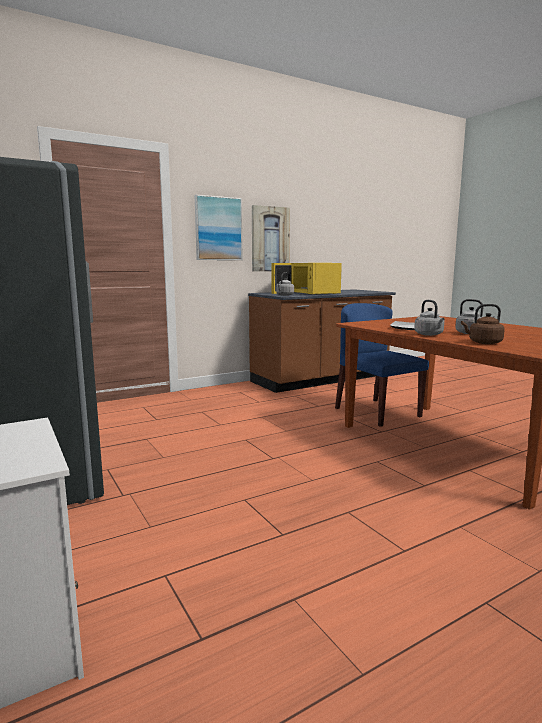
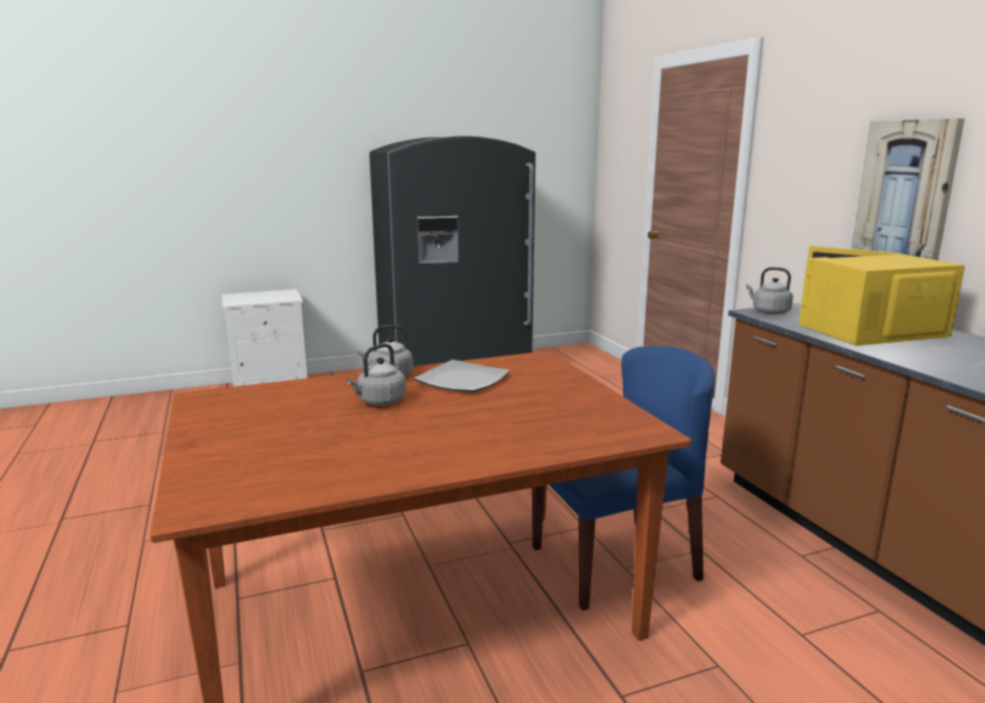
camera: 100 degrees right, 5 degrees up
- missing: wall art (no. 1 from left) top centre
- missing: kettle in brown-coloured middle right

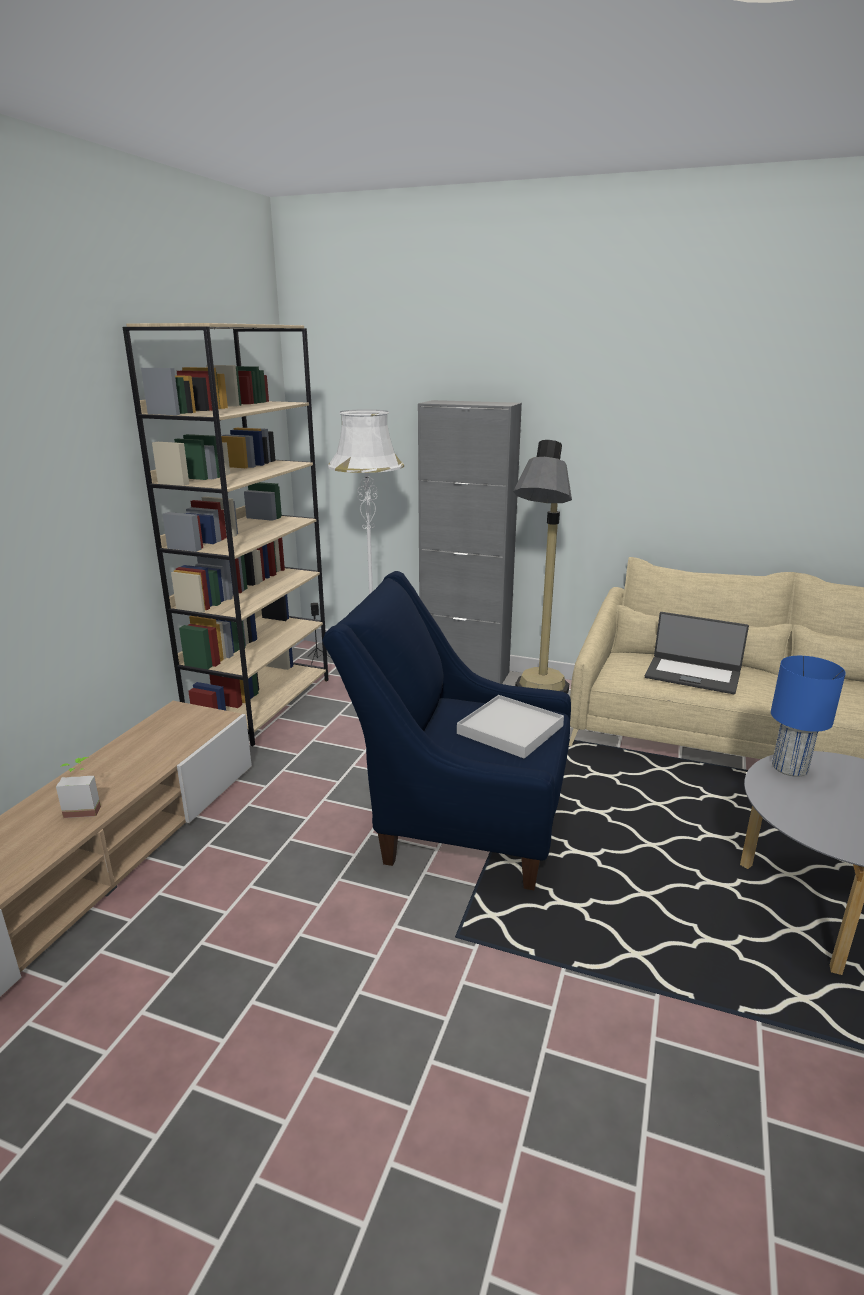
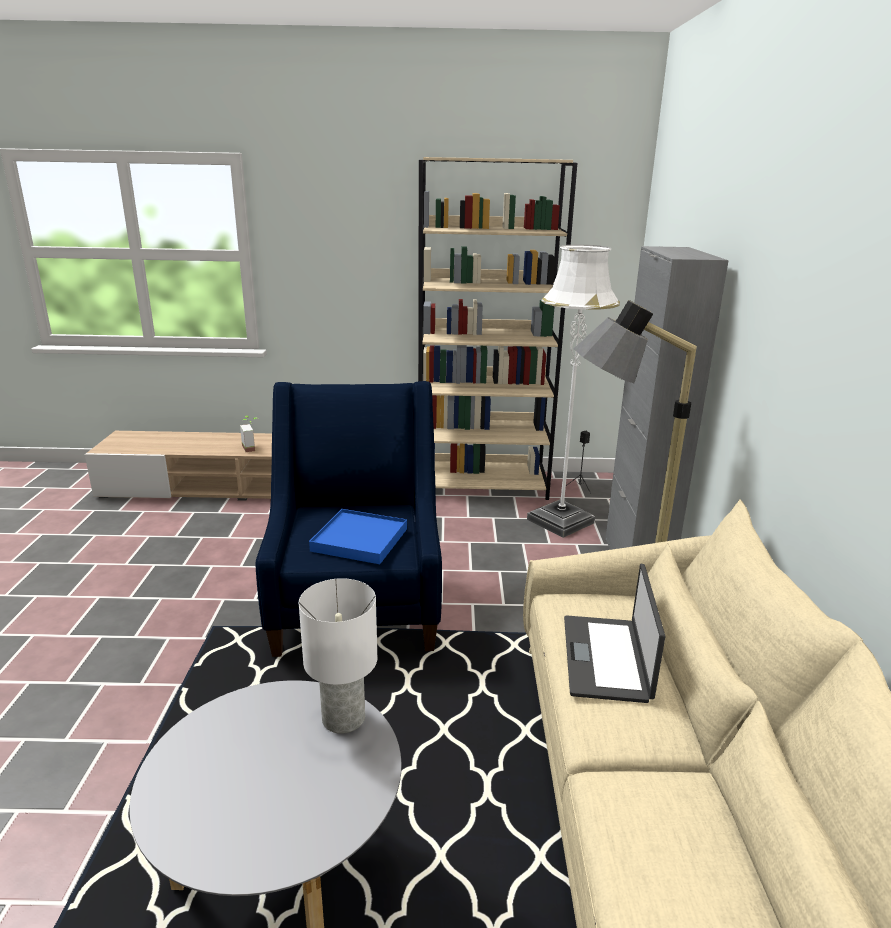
camera: 70 degrees right, 0 degrees up
- colour: carrying tray in white centre to carrying tray in blue-coloured centre
- colour: table lamp in blue-coloured middle right to table lamp in white bottom centre

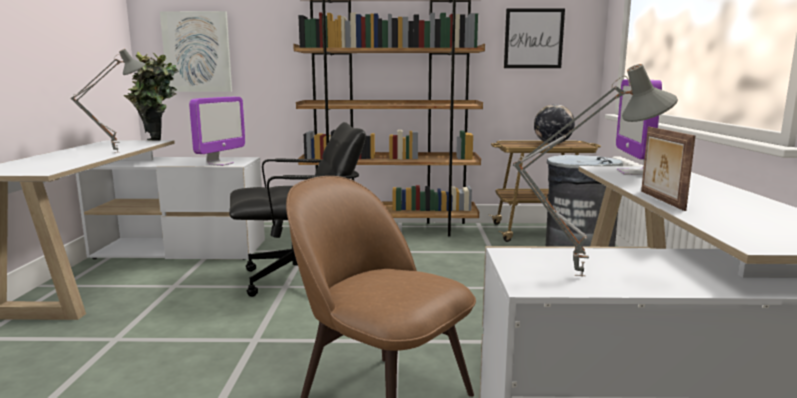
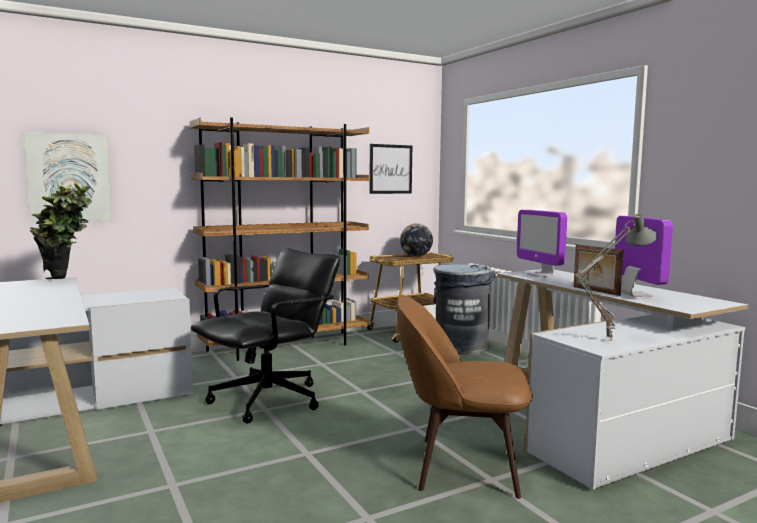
camera: 30 degrees left, 5 degrees down
- missing: table lamp in greyish (no. 1 from left) top left
- relocated: computer display (no. 1 from left in the first image) top left to computer display (no. 2 from left) middle right

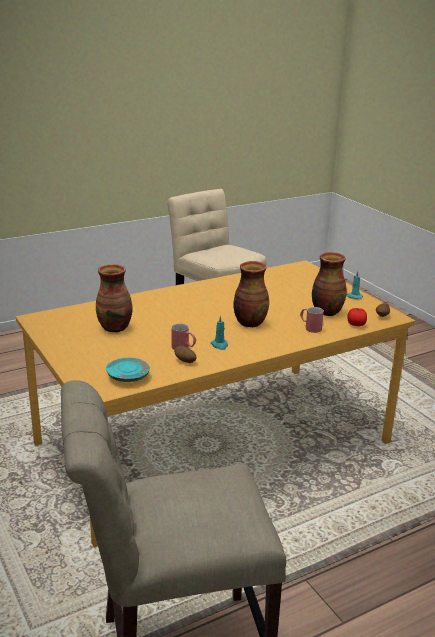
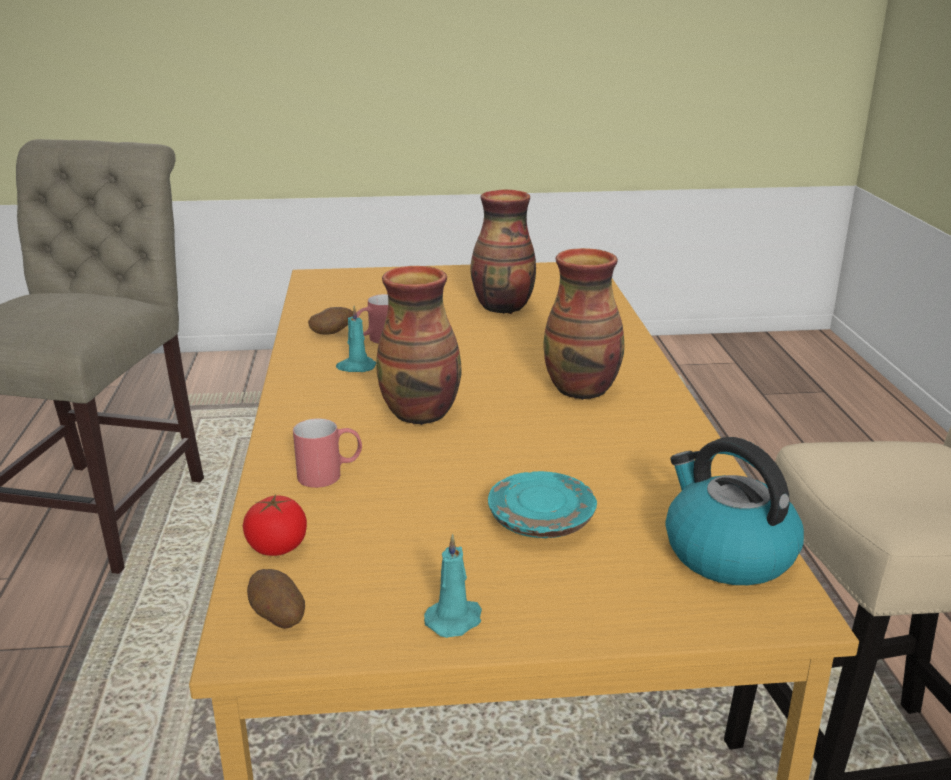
camera: 115 degrees right, 0 degrees up
- relocated: flat dish in turquoise-coloured middle left to centre
- relocated: vase (no. 3 from left) middle right to centre
- appeared: kettle middle right

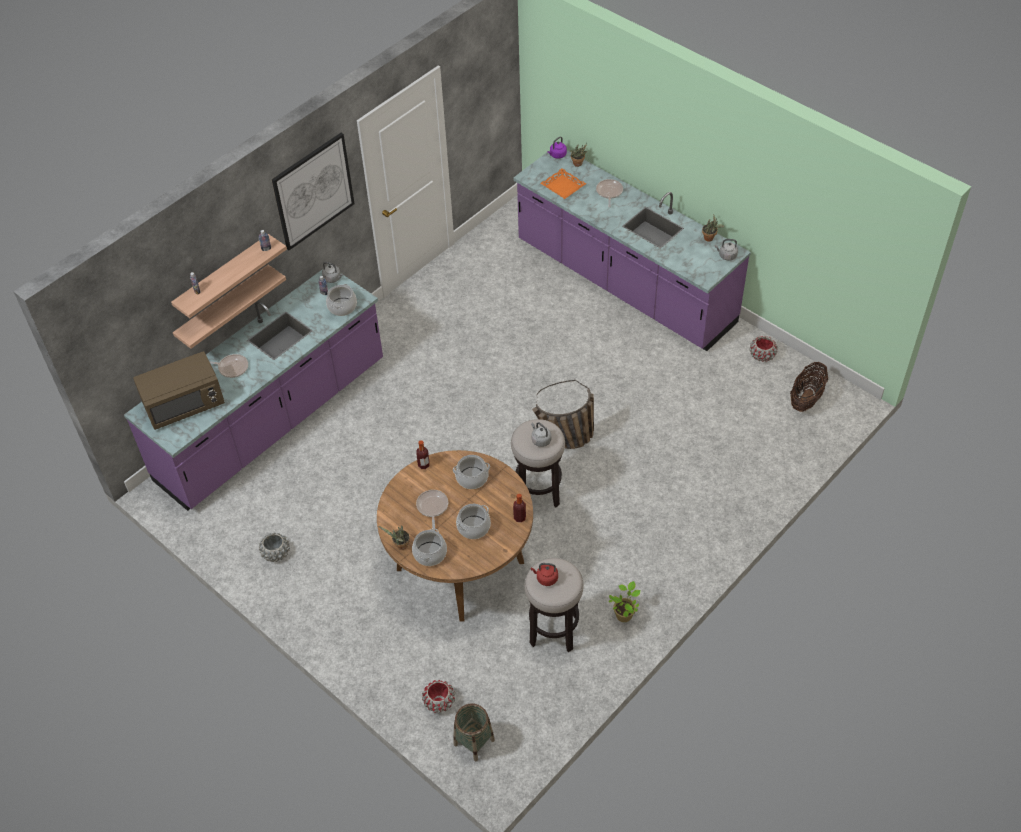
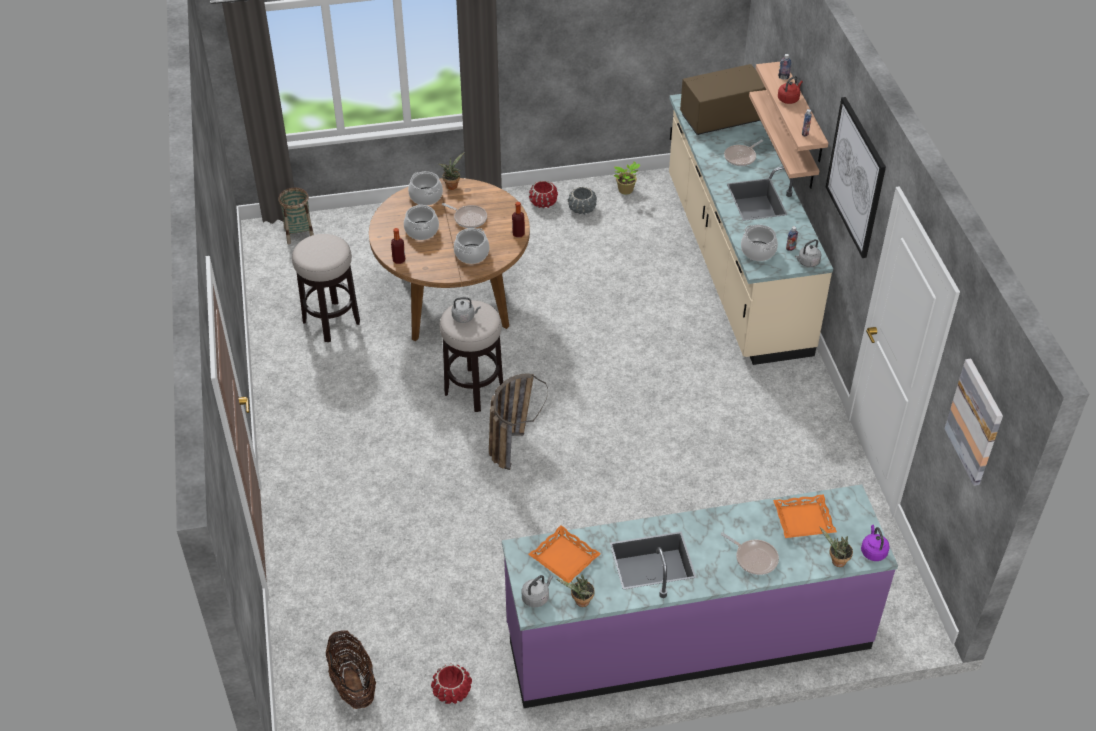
camera: 125 degrees right, 5 degrees down
- colour: kitchen counter in purple (no. 1 from left) middle left to kitchen counter in beige-coloured top right
- spun: kitchen microwave in brown-coloured middle left = top centre 60 degrees clockwise
- relocated: plant pot in reddish (no. 1 from left in the first image) bottom centre to plant pot in reddish (no. 2 from left) top centre
- relocated: kettle in reddish bottom centre to top right
- relocated: houseplant (no. 3 from left) bottom centre to top centre
- appeared: carrying tray in orangey (no. 1 from left) bottom centre
- appeared: wall art (no. 2 from left) middle right

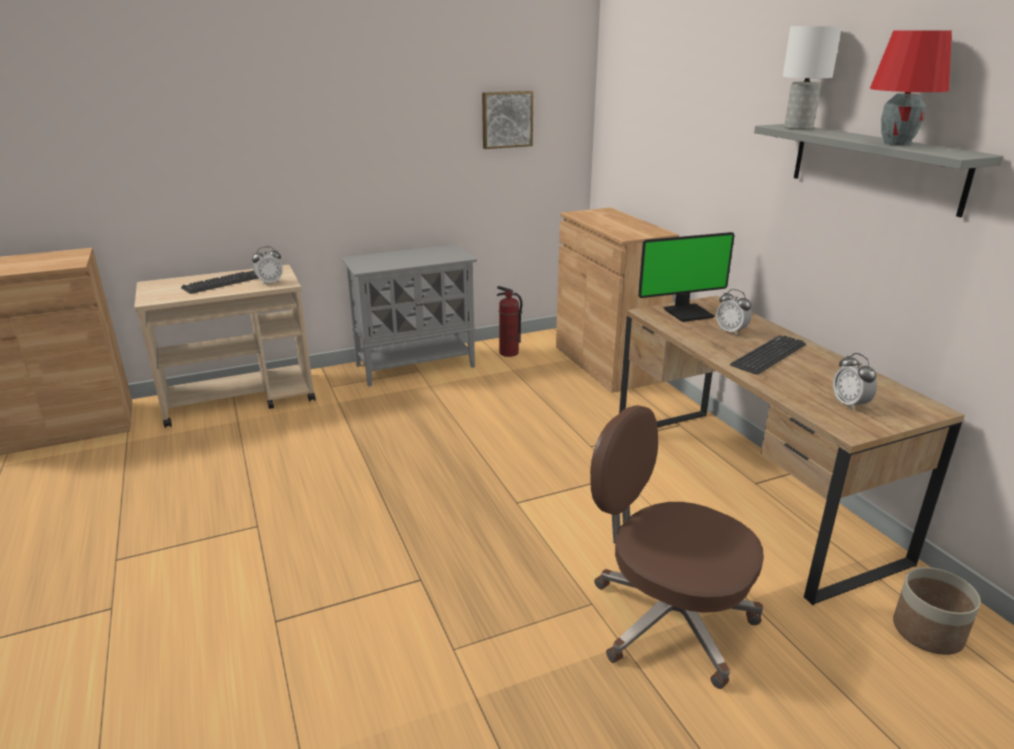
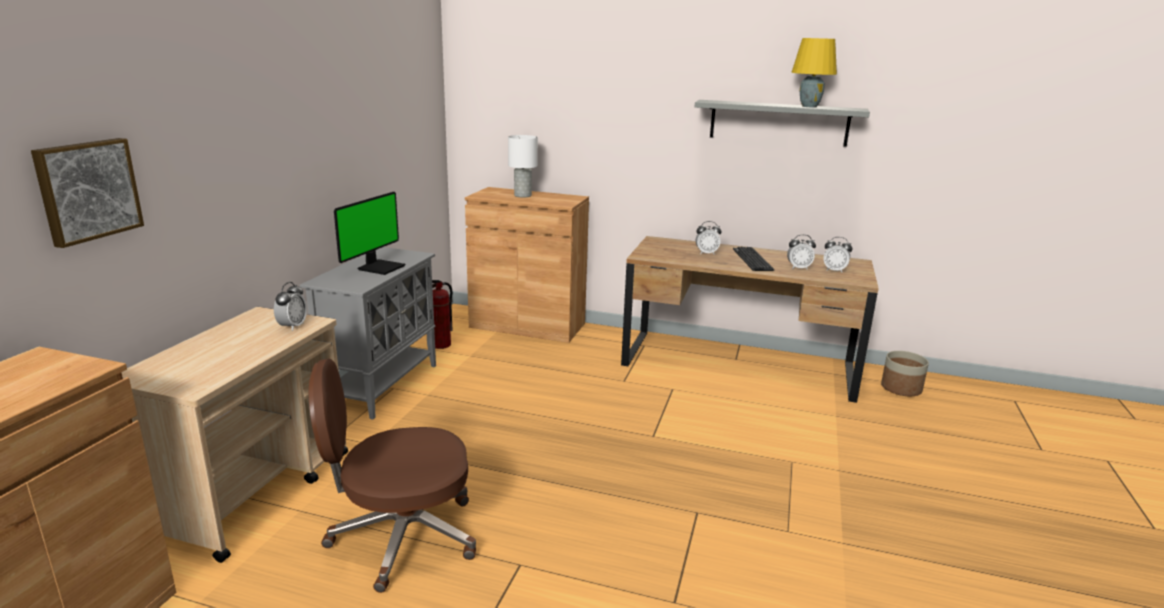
camera: 50 degrees left, 5 degrees down
- missing: keyboard (no. 1 from left) middle left
- relocated: wall art top centre to top left
- relocated: office chair in brown-coloured bottom right to bottom centre
- relocated: computer display middle right to middle left
- relocated: table lamp in white top right to top centre
- colour: table lamp in reddish top right to table lamp in yellowish top right
- appeared: bedside clock (no. 3 from left) middle right

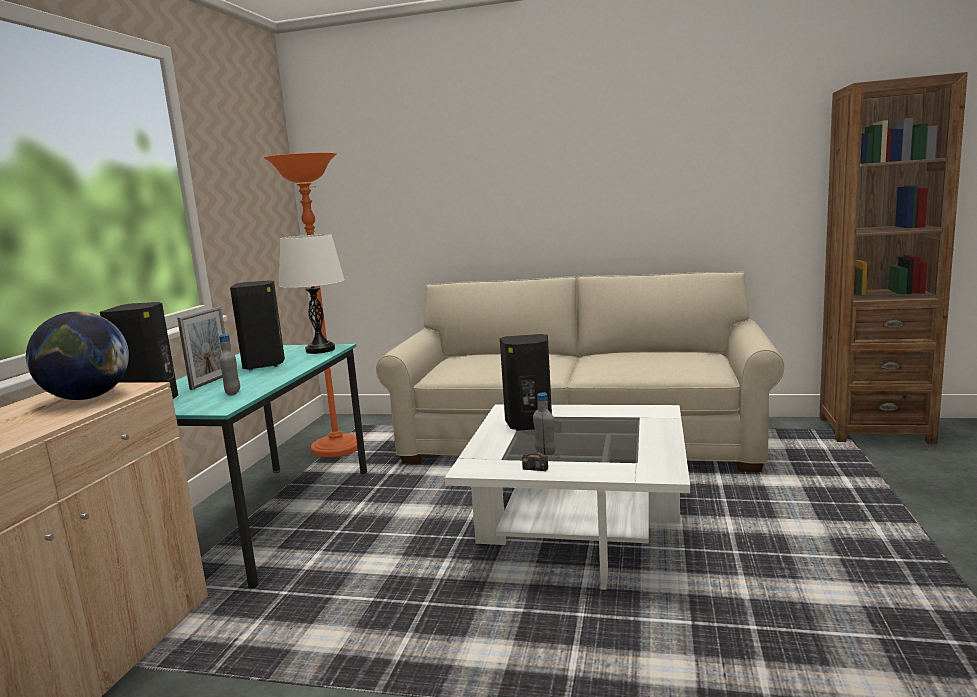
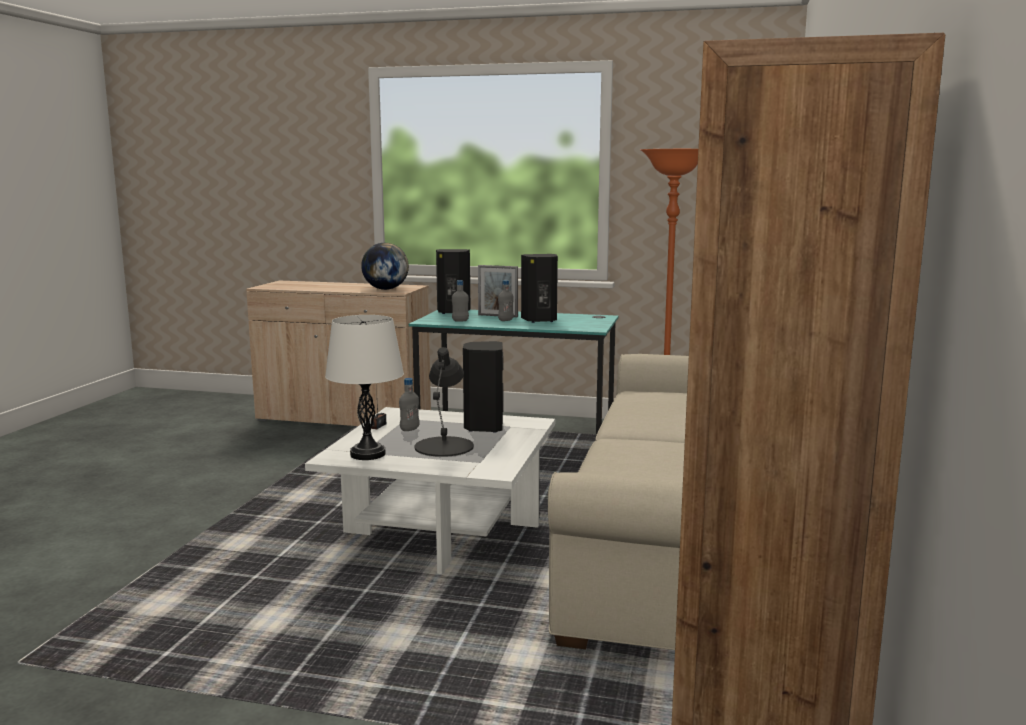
camera: 90 degrees right, 0 degrees up
- relocated: table lamp in white middle left to centre
- appeared: table lamp in blackish centre
- appeared: bottle in greyish (no. 3 from left) centre

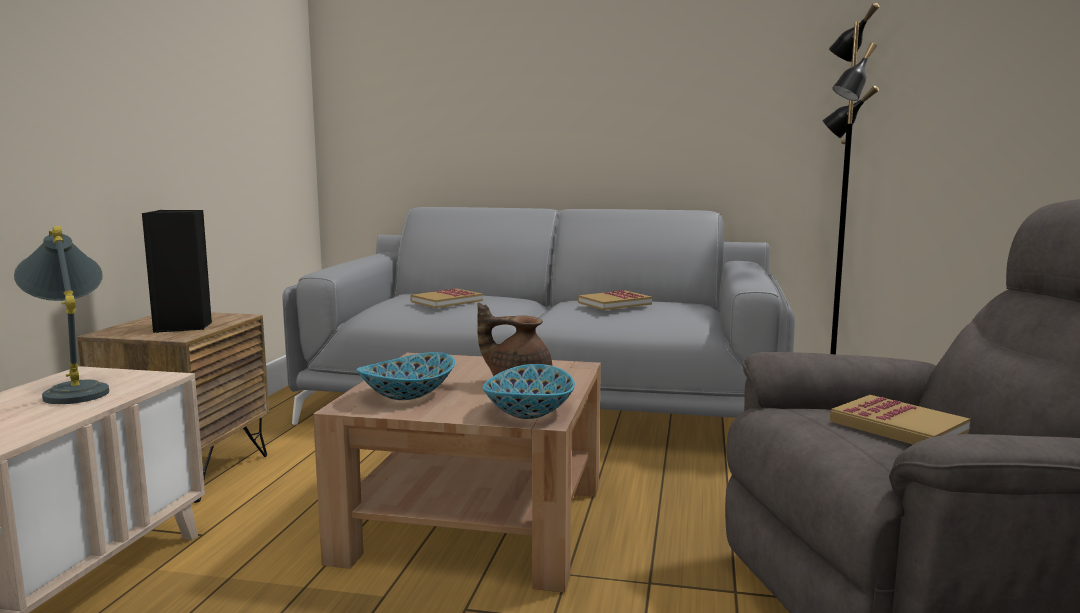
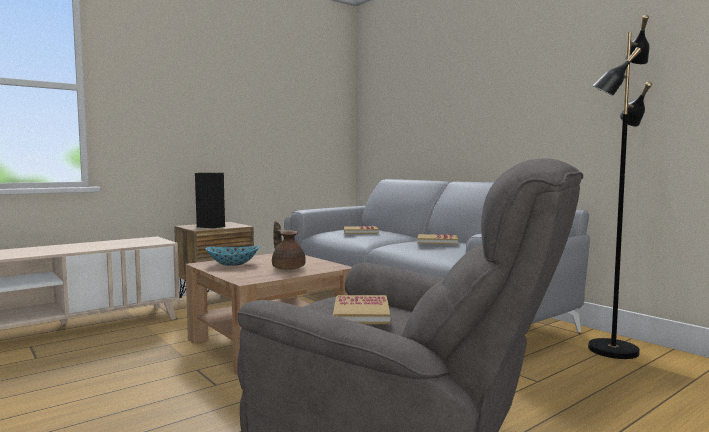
camera: 40 degrees right, 5 degrees down
- missing: table lamp in greyish middle left
- missing: bowl (no. 2 from left) centre

